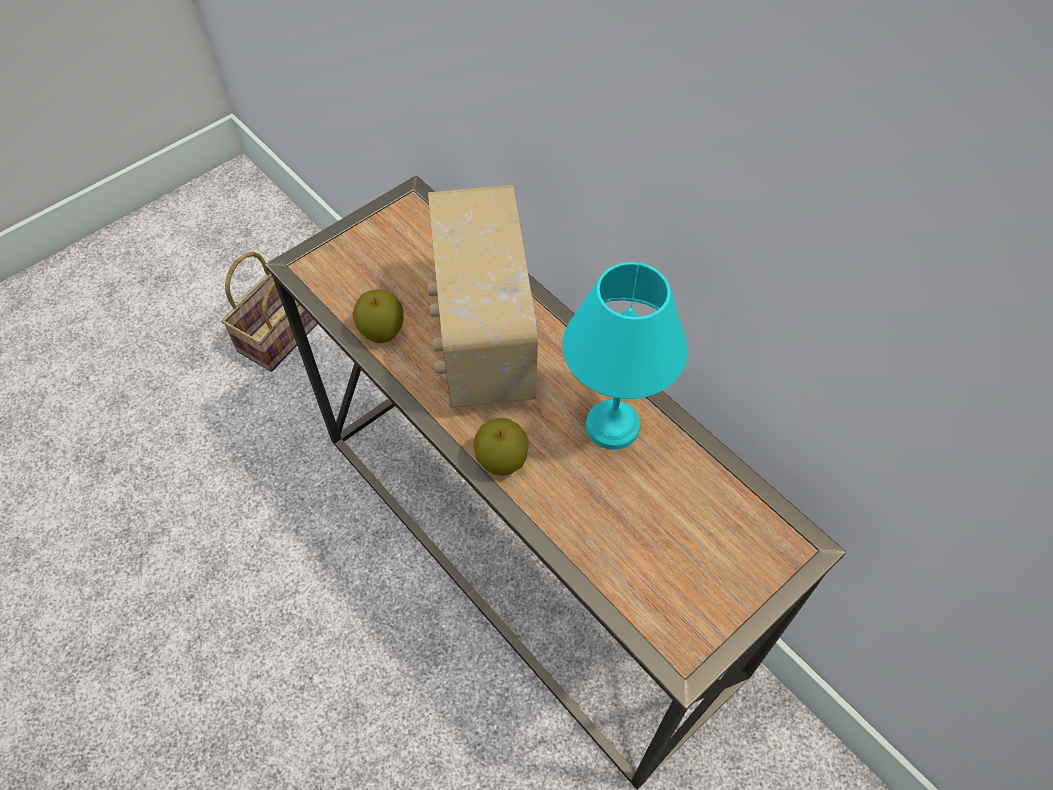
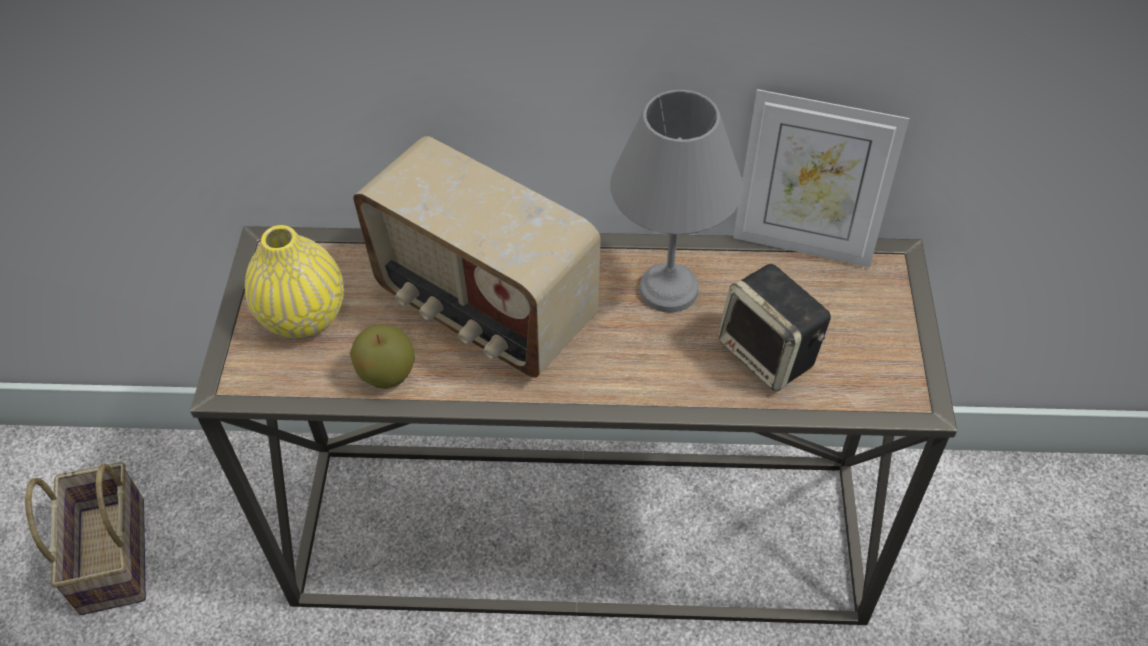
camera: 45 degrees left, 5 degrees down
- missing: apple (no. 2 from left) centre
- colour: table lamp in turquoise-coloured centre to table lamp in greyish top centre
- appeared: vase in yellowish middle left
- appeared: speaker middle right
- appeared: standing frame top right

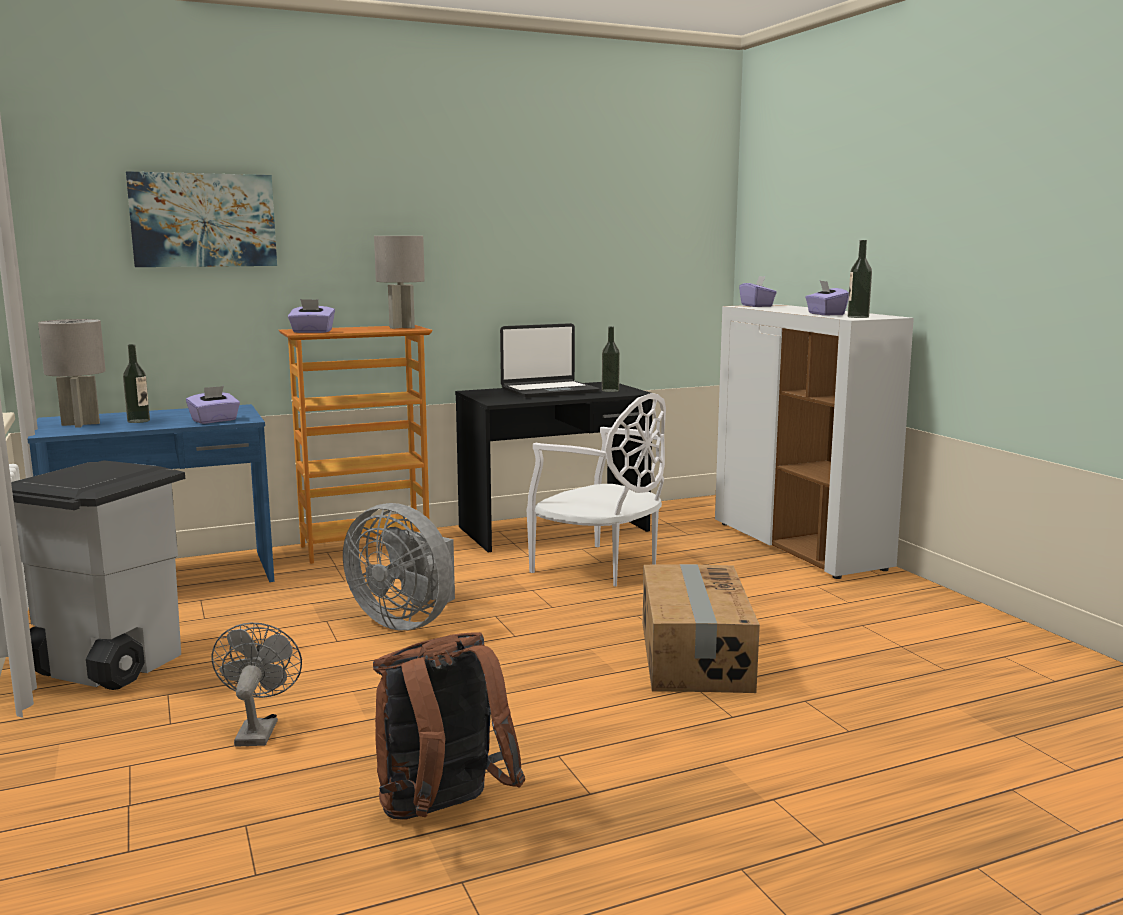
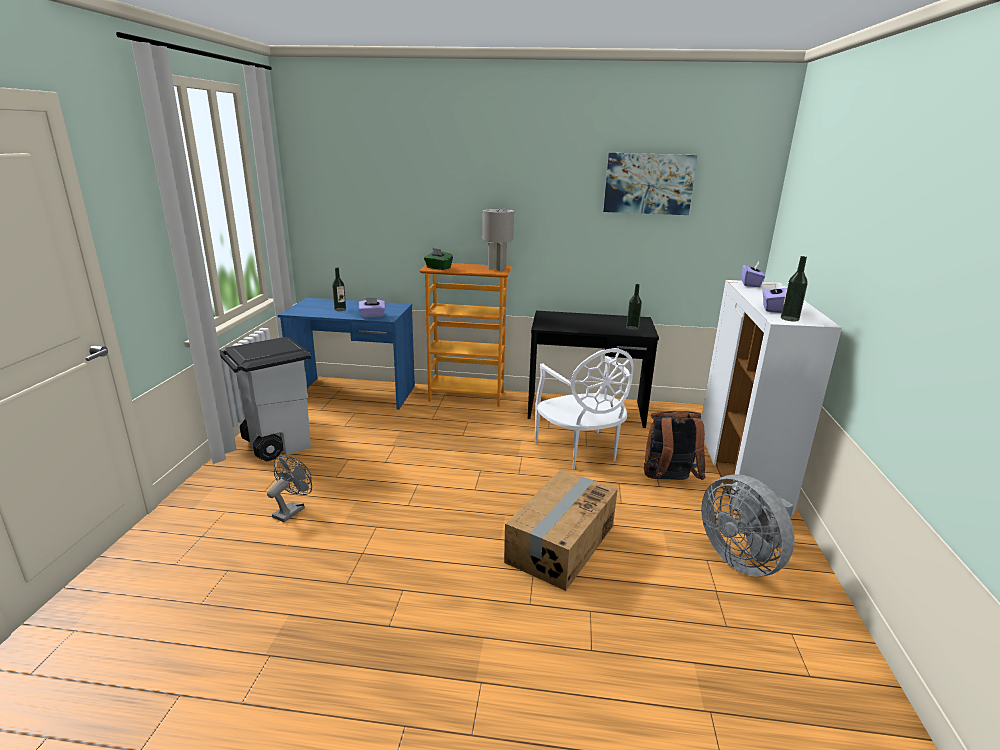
camera: 30 degrees right, 10 degrees up
- missing: table lamp in greyish (no. 1 from left) middle left
- relocated: wall art top left to top centre
- colour: tissue holder in purple (no. 2 from left) middle left to tissue holder in green centre
- relocated: cooling fan in greyish (no. 2 from left) centre to bottom right
- relocated: knapsack in brown-coloured bottom centre to middle right
- missing: portable computer centre

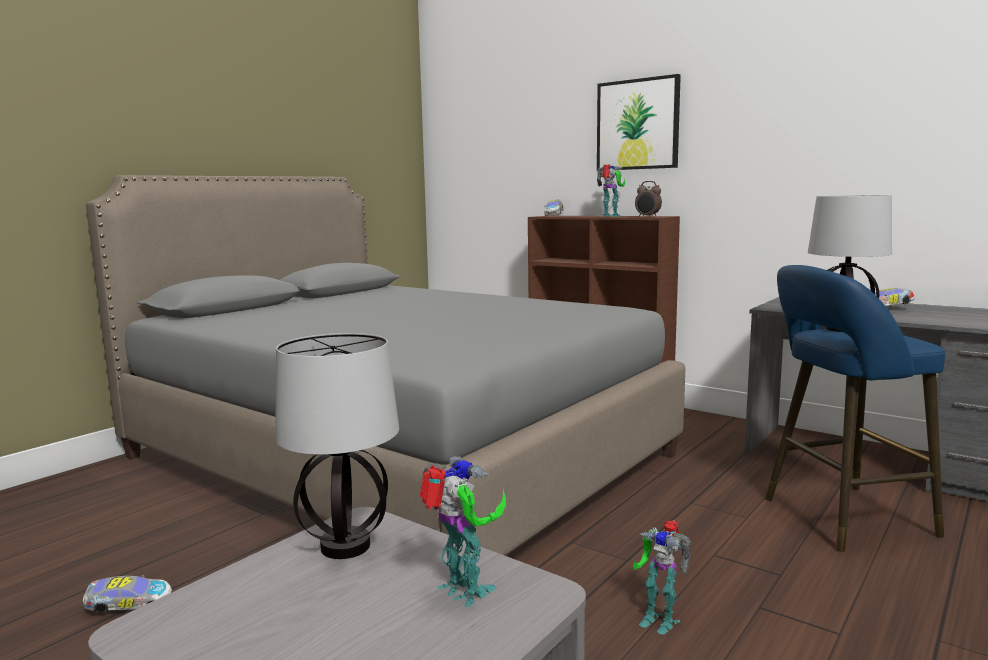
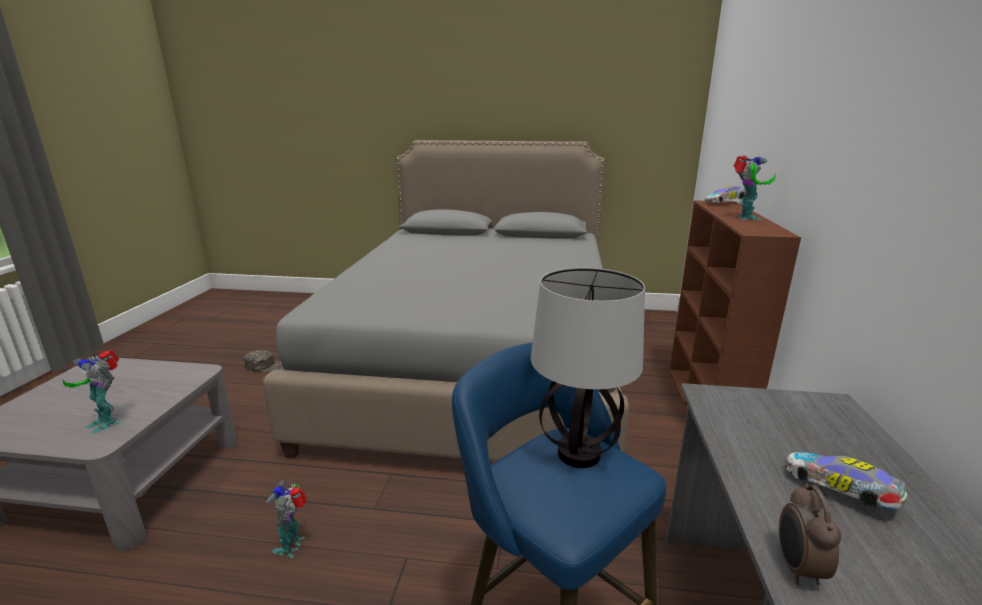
camera: 60 degrees right, 10 degrees up
- exchanged: toy car (no. 1 from left) bottom left to peaked cap in green middle left
- missing: table lamp (no. 1 from left) bottom centre
- spun: robot figure (no. 1 from left) bottom centre = middle left 105 degrees clockwise
- missing: wall art top centre
- relocated: bedside clock top centre to bottom right

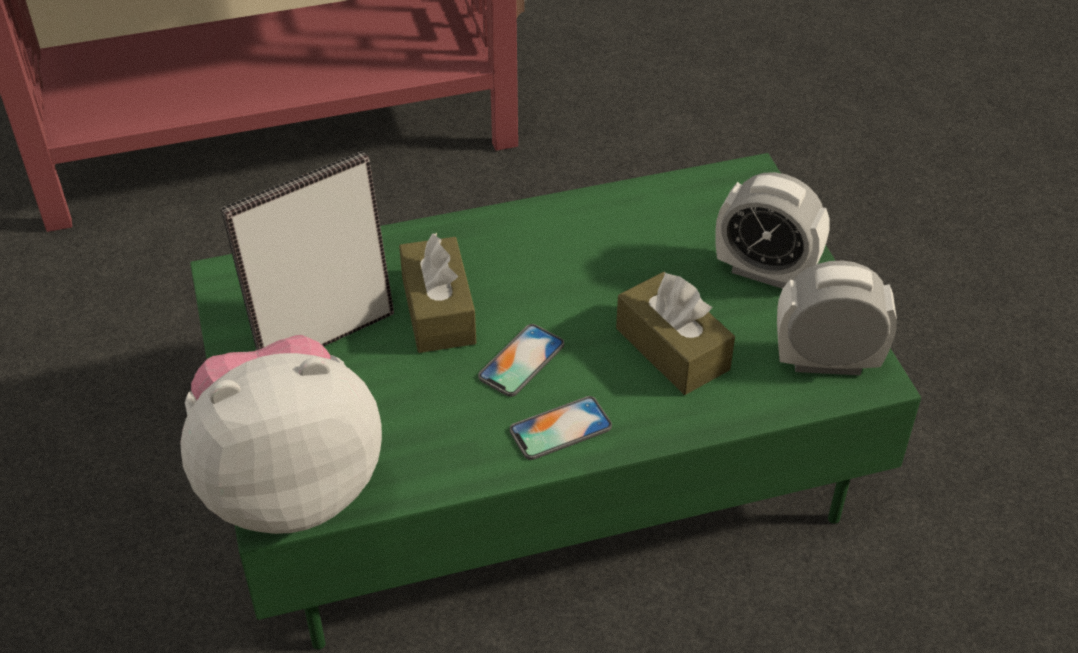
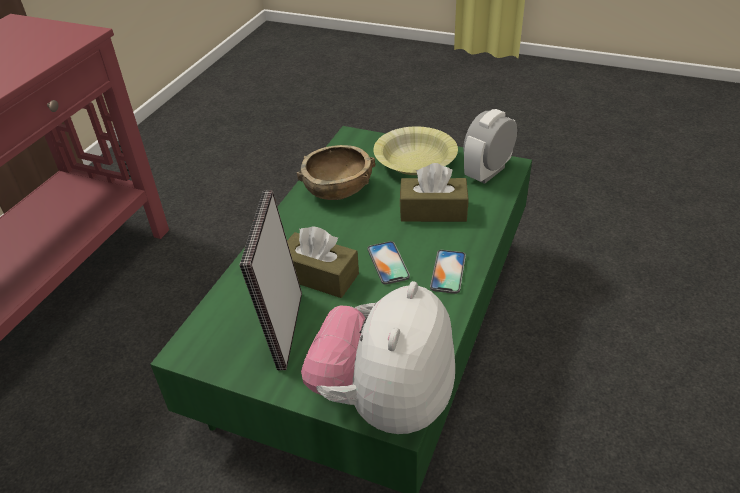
camera: 50 degrees left, 5 degrees down
- exchanged: bedside clock (no. 1 from left) middle right to bowl in yellowish top centre
- appeared: bowl in brown-coloured centre

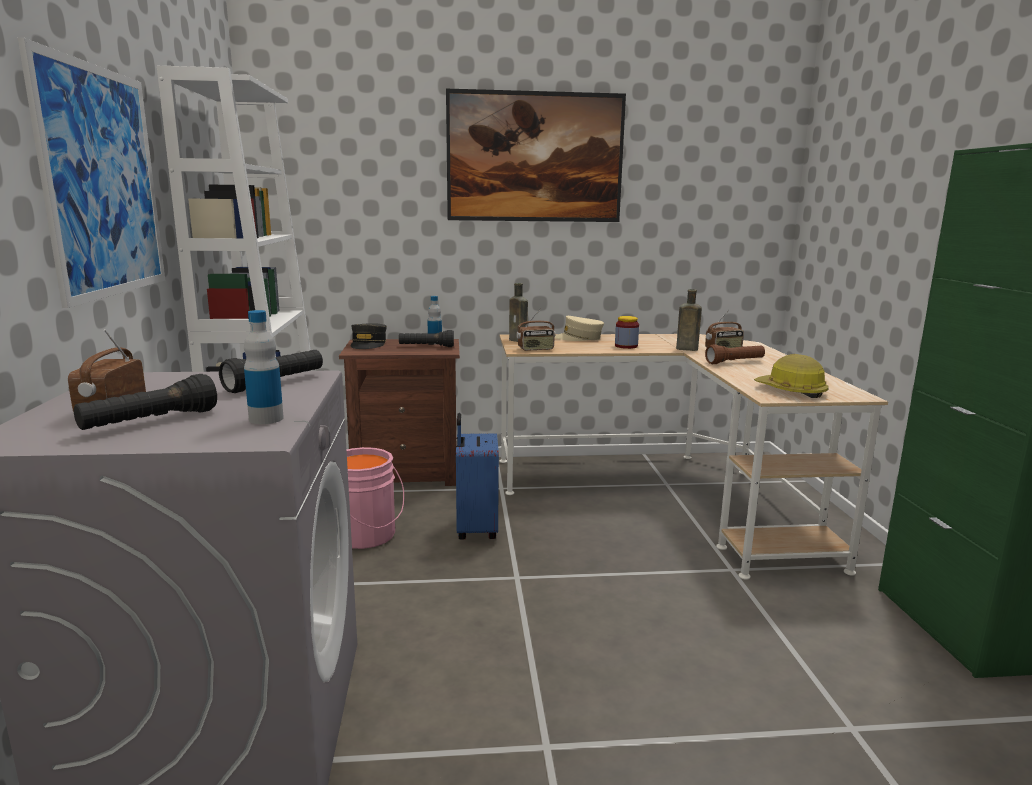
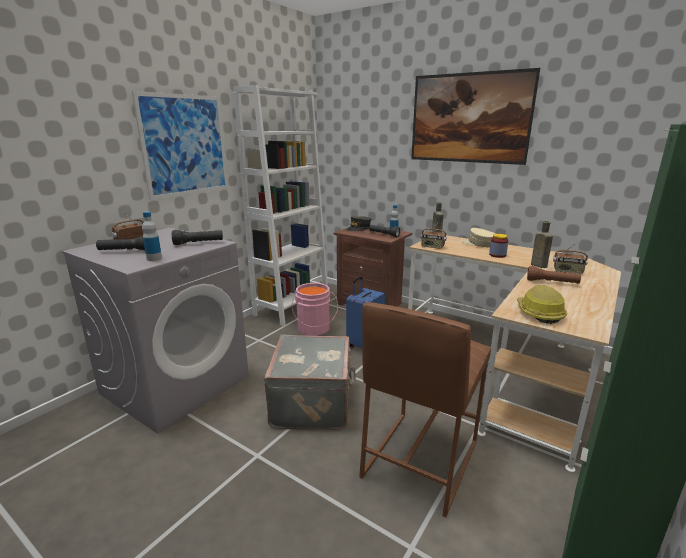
camera: 40 degrees right, 5 degrees up
- appeared: suitcase in greyish bottom centre
- appeared: stool in brown-coloured bottom centre

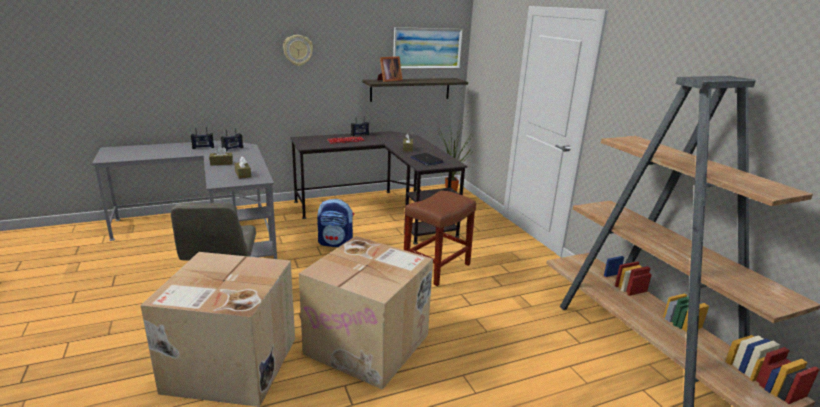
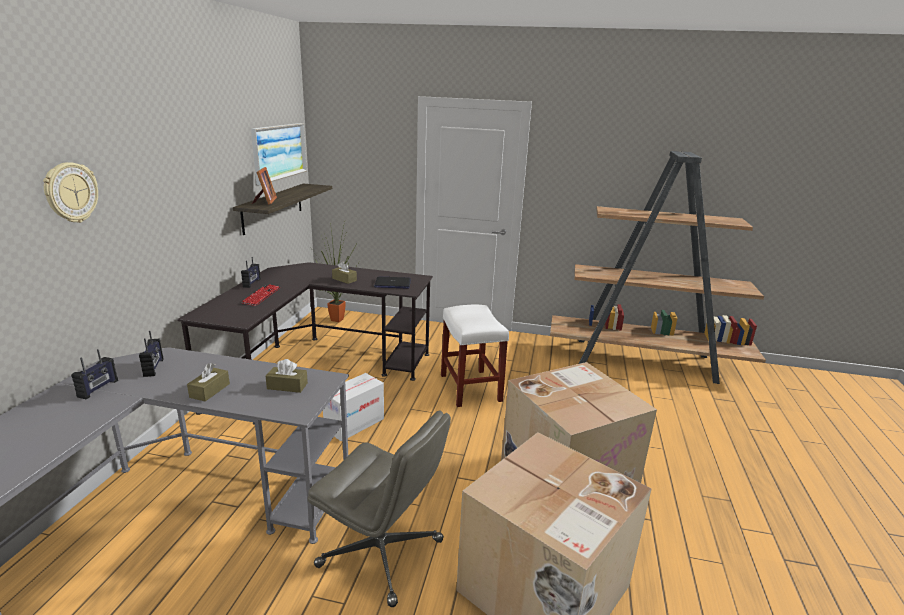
camera: 55 degrees left, 0 degrees up
- relocated: hanging clock top centre to top left
- exchanged: knapsack centre to carton (no. 1 from left) centre
- colour: stool in brown-coloured centre to stool in white centre

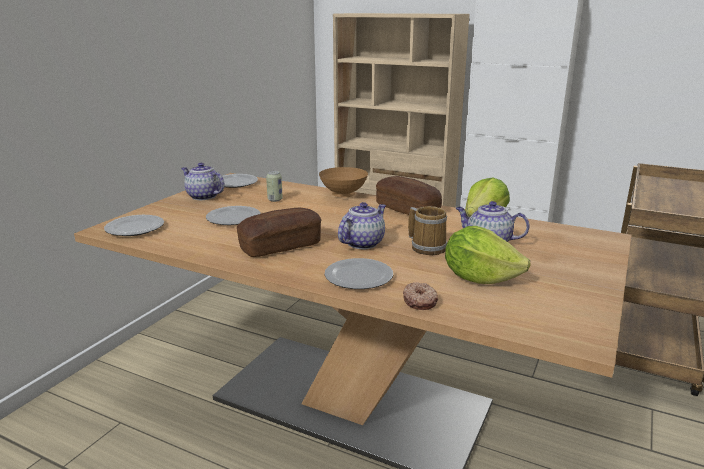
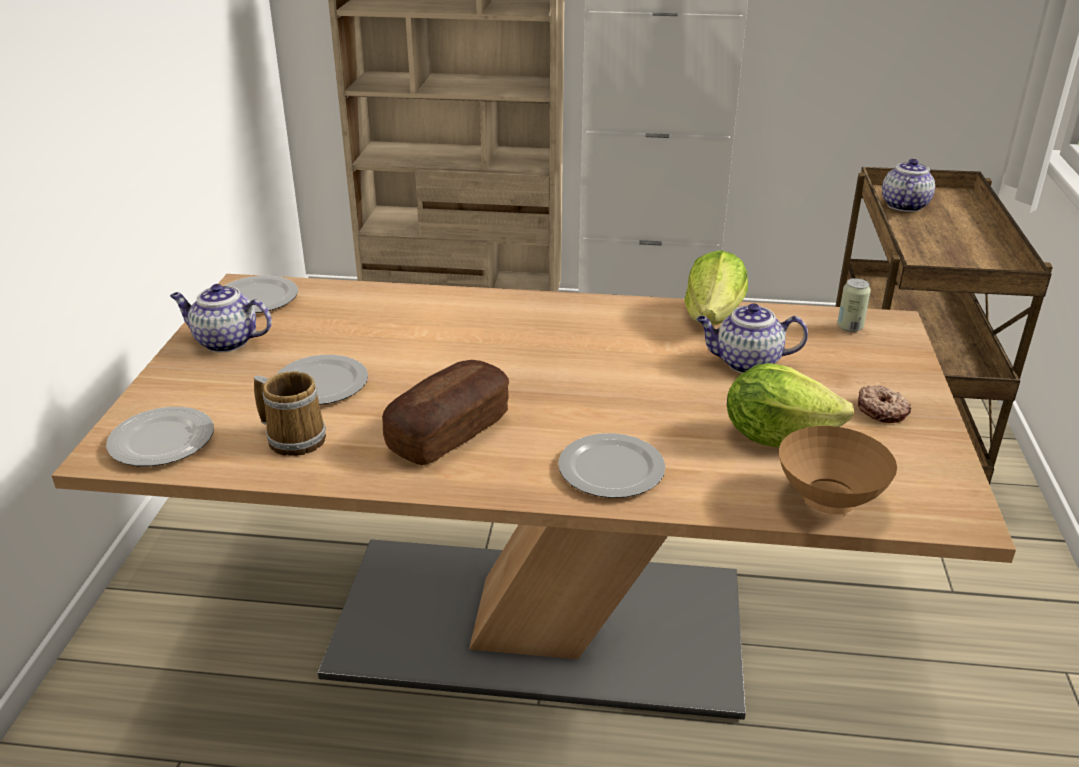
camera: 20 degrees left, 10 degrees up
- relocated: can centre to middle right
- relocated: bowl in brown-coloured centre to middle right
- relocated: pot for tea (no. 2 from left in the first image) centre to pot for tea (no. 3 from left) top right
- missing: baked bread (no. 2 from left) centre
- relocated: ring doughnut centre to middle right
- relocated: mug centre to middle left

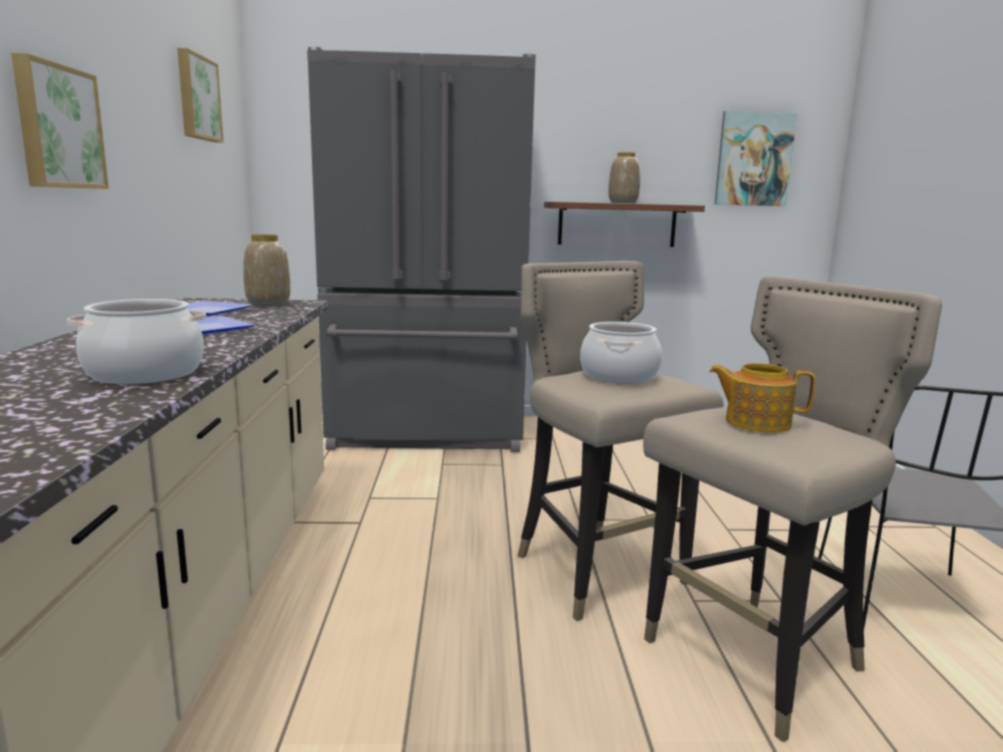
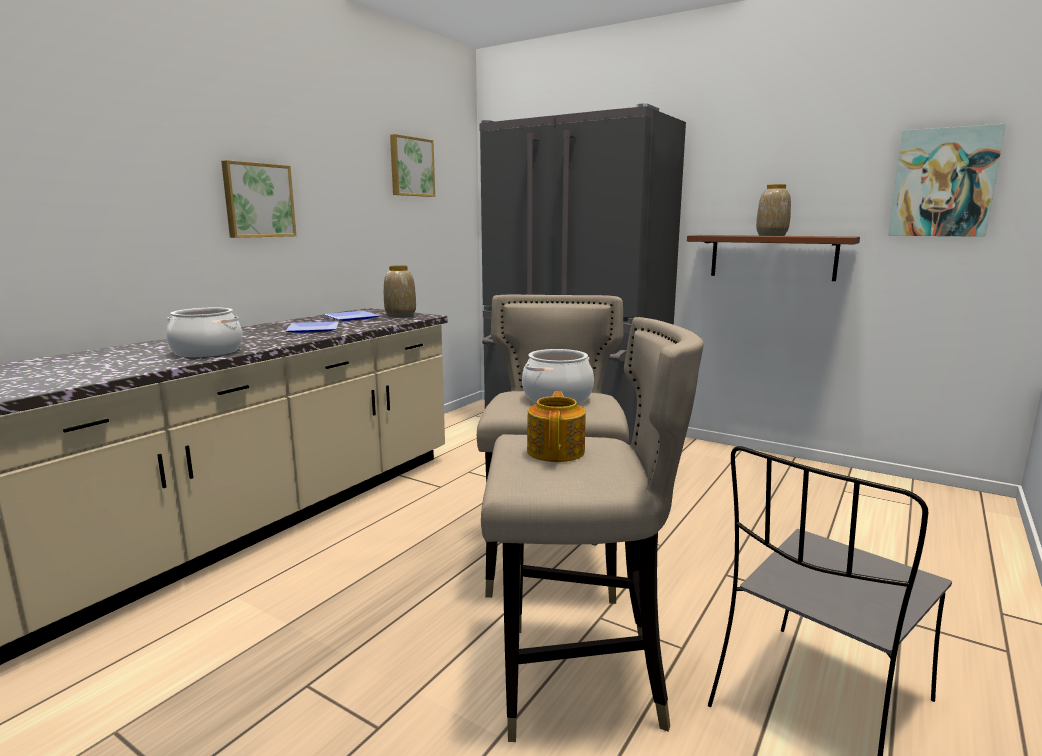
camera: 35 degrees right, 0 degrees up
- spun: pot for tea middle right = centre 45 degrees clockwise

